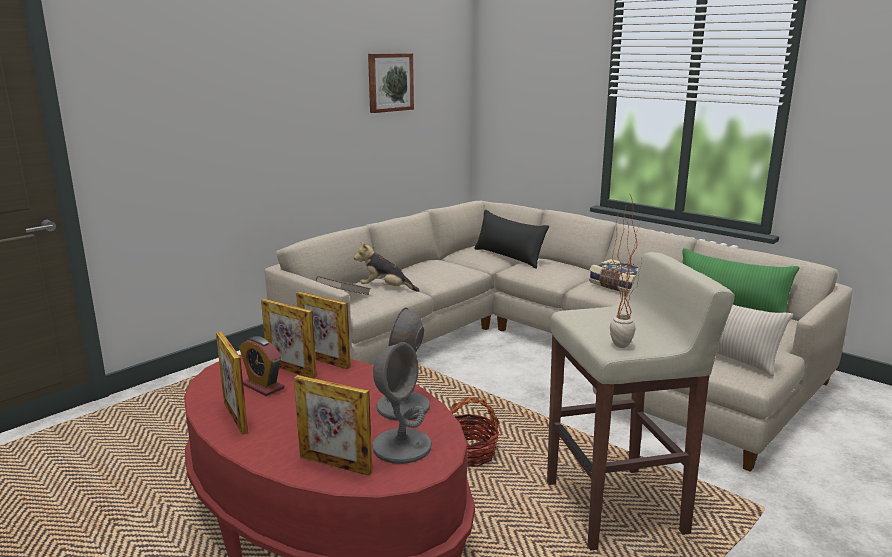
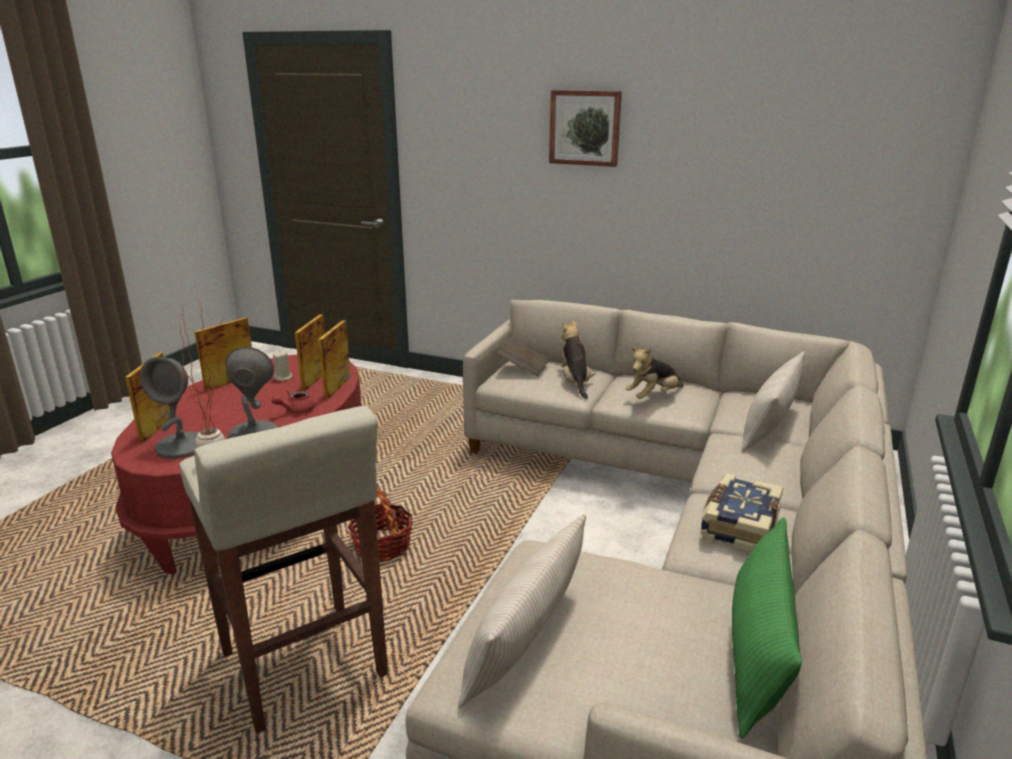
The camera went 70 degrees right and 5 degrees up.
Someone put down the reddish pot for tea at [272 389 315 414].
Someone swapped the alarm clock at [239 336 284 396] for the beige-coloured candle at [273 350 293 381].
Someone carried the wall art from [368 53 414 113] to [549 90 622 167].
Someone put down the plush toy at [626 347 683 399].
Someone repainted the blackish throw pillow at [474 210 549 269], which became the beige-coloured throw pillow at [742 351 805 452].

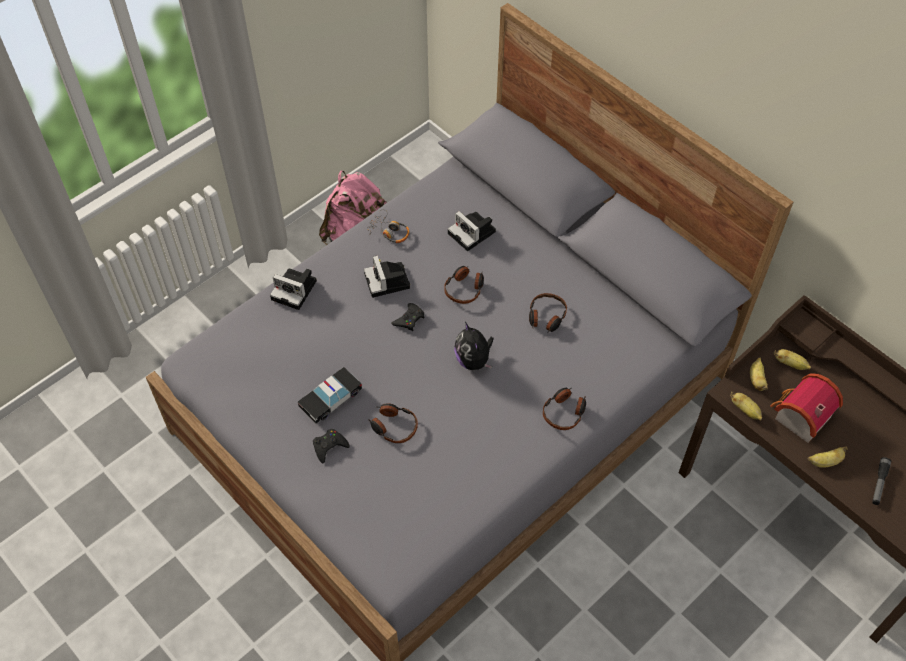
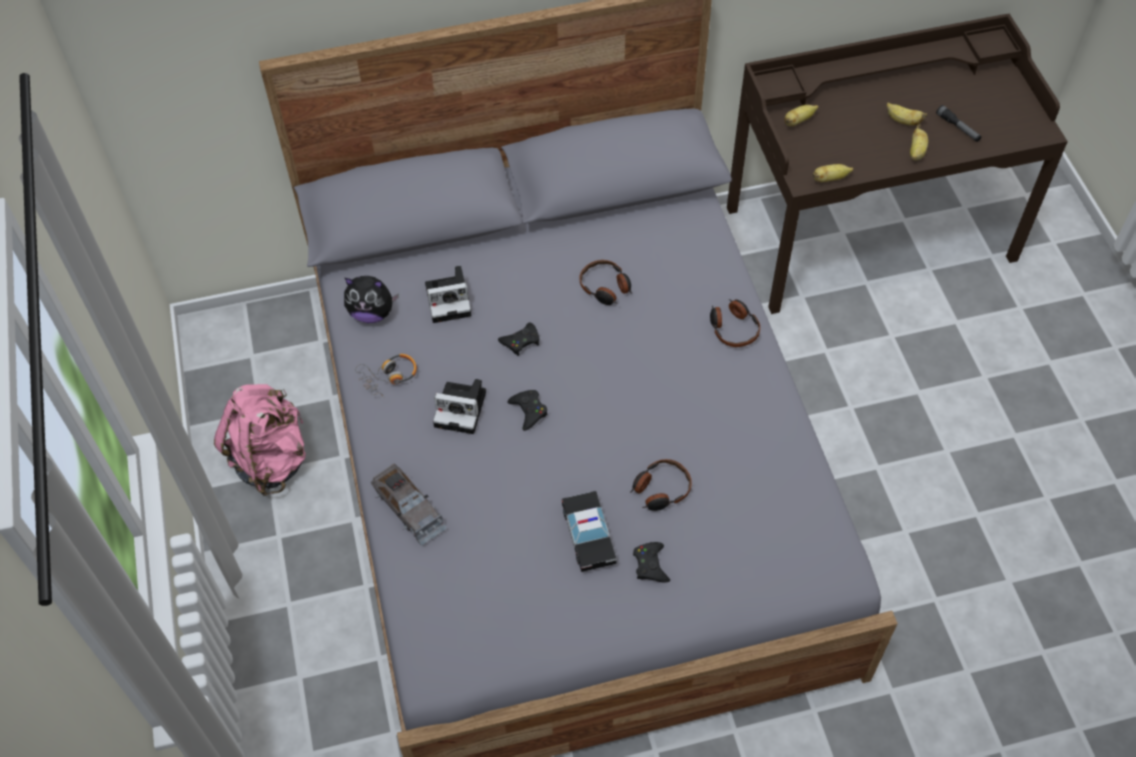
The camera went 60 degrees left and 0 degrees up.
Someone carried the plush toy from [454 322 493 370] to [344 276 399 323].
Someone swapped the still camera at [270 268 317 310] for the gray miniature car at [371 463 447 546].
Someone swapped the pair of headphones at [445 266 484 304] for the blackish game controller at [498 322 539 356].
Someone carried the banana from [750 358 768 391] to [887 103 927 125].
Someone took away the toy house at [770 373 843 443].

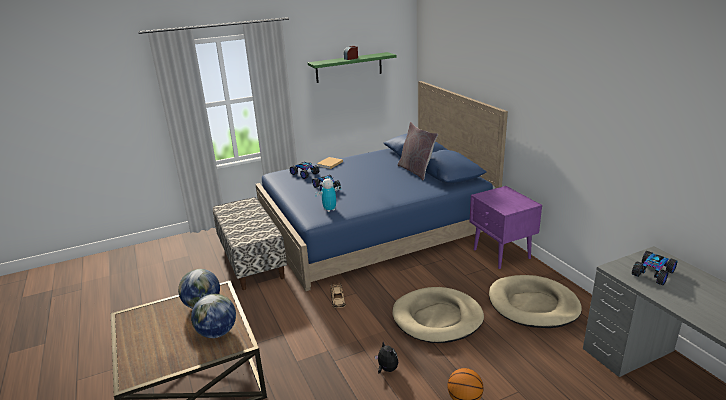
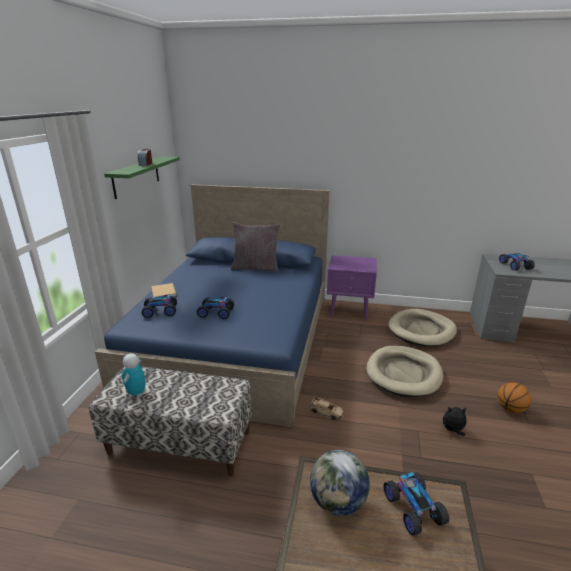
The camera went 55 degrees left and 0 degrees up.
Someone carried the toy robot from [315 178 341 212] to [122 353 145 397].
Someone swapped the world globe at [191 294 236 338] for the miniature car at [383 472 449 536].

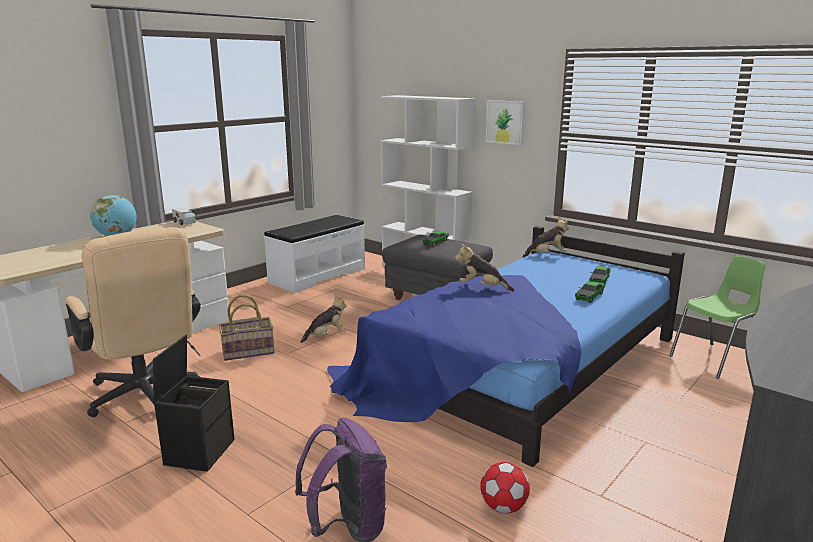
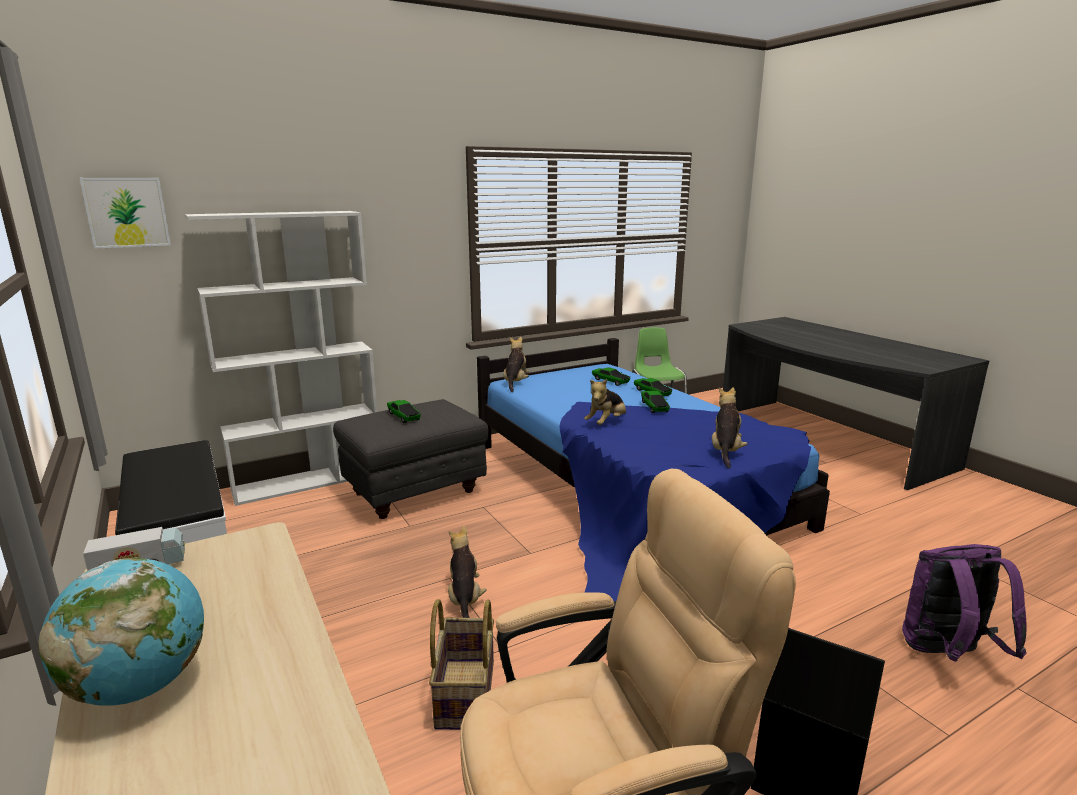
The camera went 70 degrees left and 0 degrees up.
Someone carried the wall art from [486 100 525 145] to [79 178 171 249].
Someone put down the miniature car at [641 391 670 413].
Someone put down the plush toy at [712 387 748 468].
Someone took away the football at [480 462 530 513].

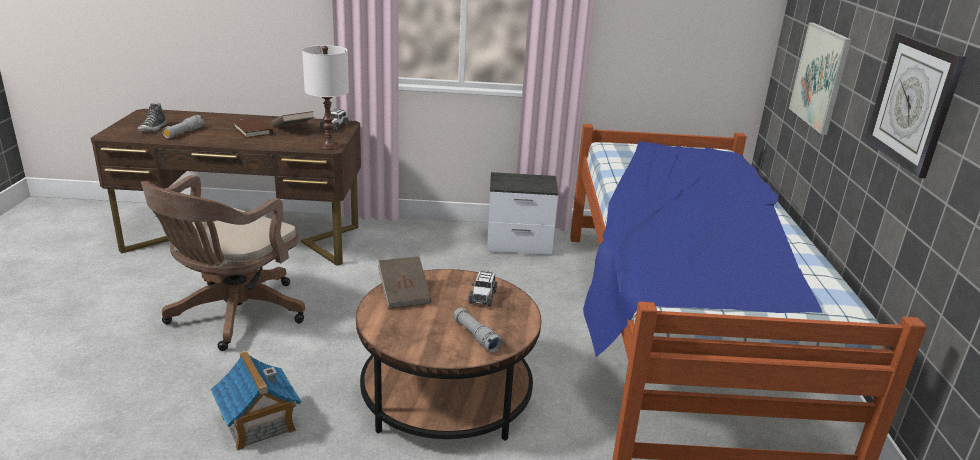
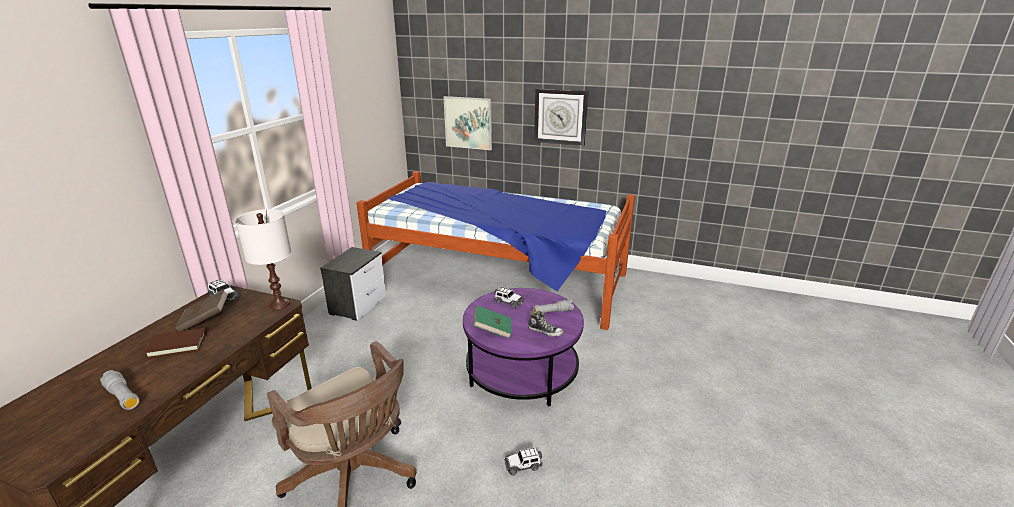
The camera went 70 degrees left and 0 degrees up.
Someone repainted the brownish lounge table at [356 269 541 441], which became the purple lounge table at [463 288 584 407].
Someone repainted the brownish volume at [378 256 431 309], which became the green-coloured volume at [473 305 512 338].
Someone swapped the toy house at [211 350 301 451] for the miniature car at [504 447 542 475].
Someone carried the low shoe from [138 103 167 132] to [528 311 564 337].

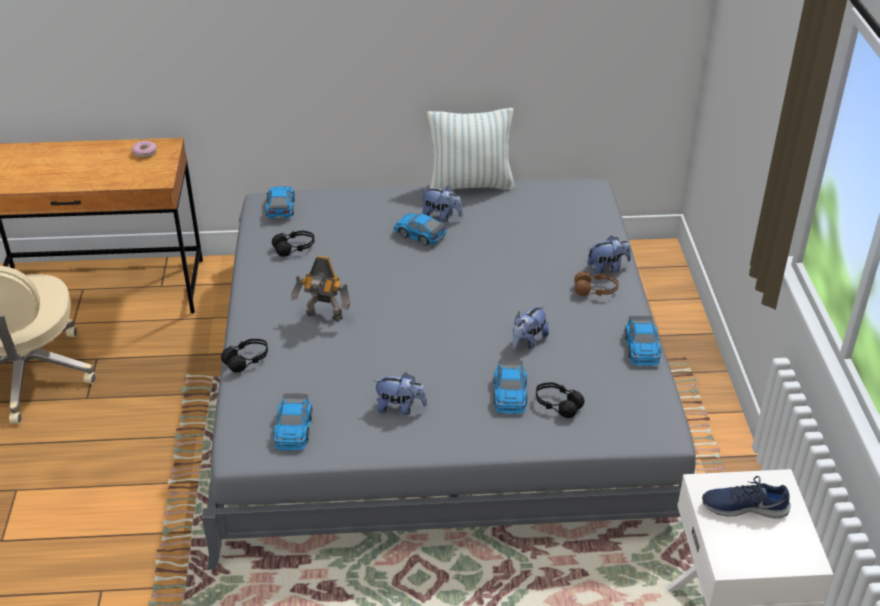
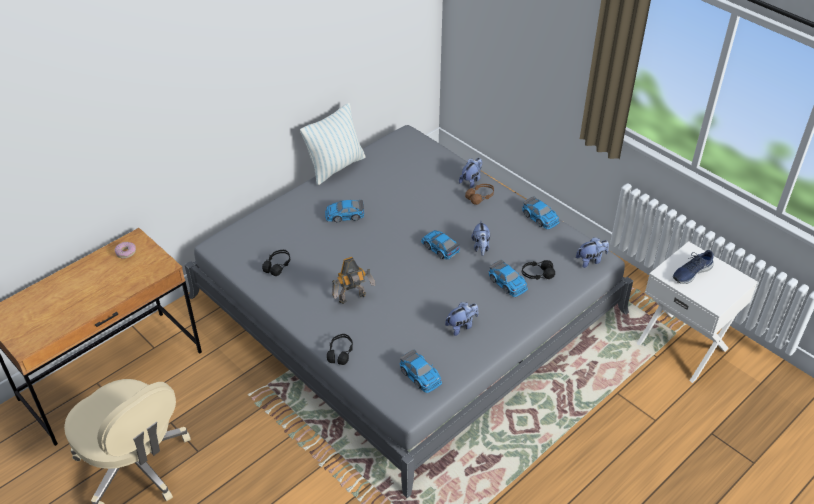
The camera went 40 degrees left and 5 degrees up.
Someone carried the miniature car from [266 186 295 219] to [421 230 460 260].
Someone carried the plush toy from [421 186 463 222] to [576 237 609 268].

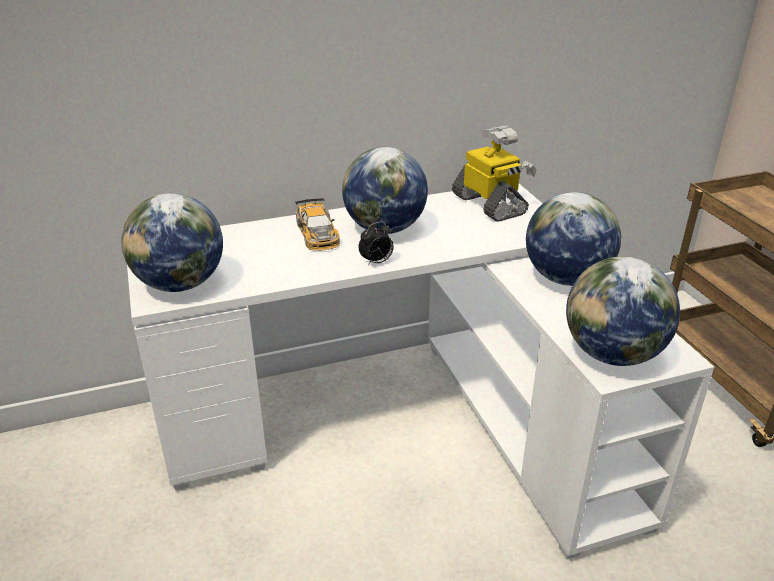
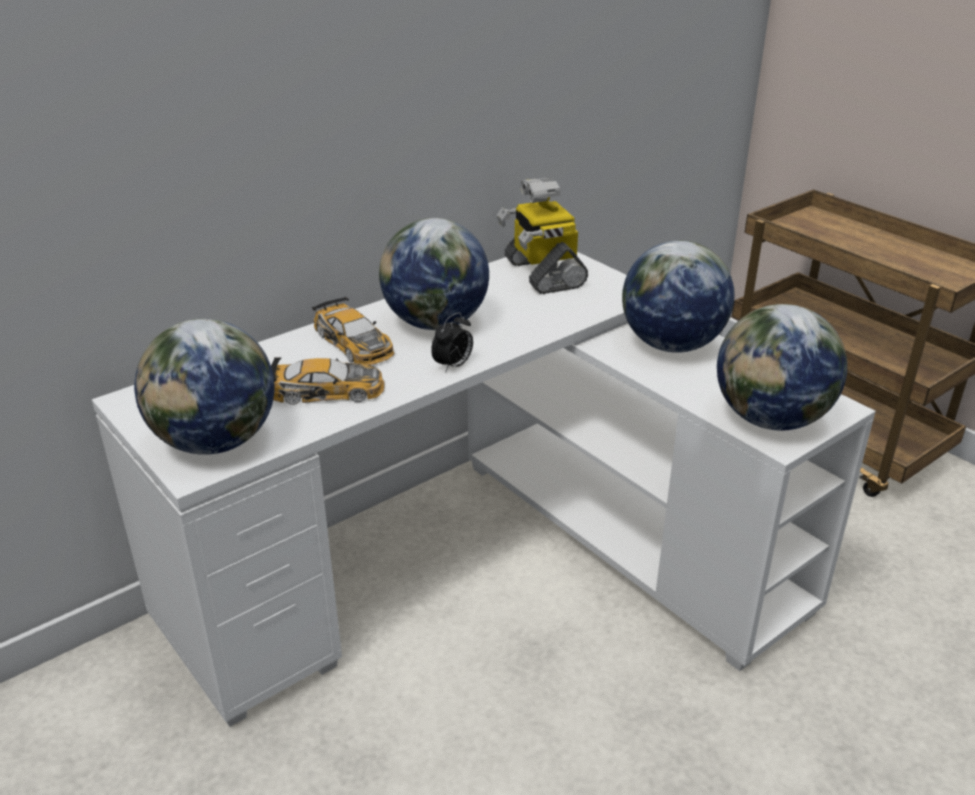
The camera went 20 degrees left and 0 degrees up.
Someone put down the miniature car at [271 357 385 405].
Someone rotated the toy robot at [452 126 537 222] by 150 degrees counterclockwise.

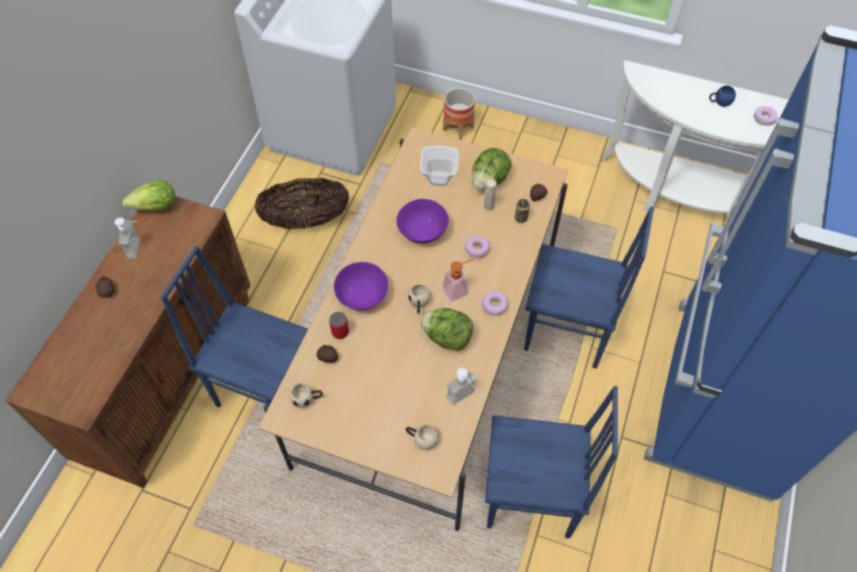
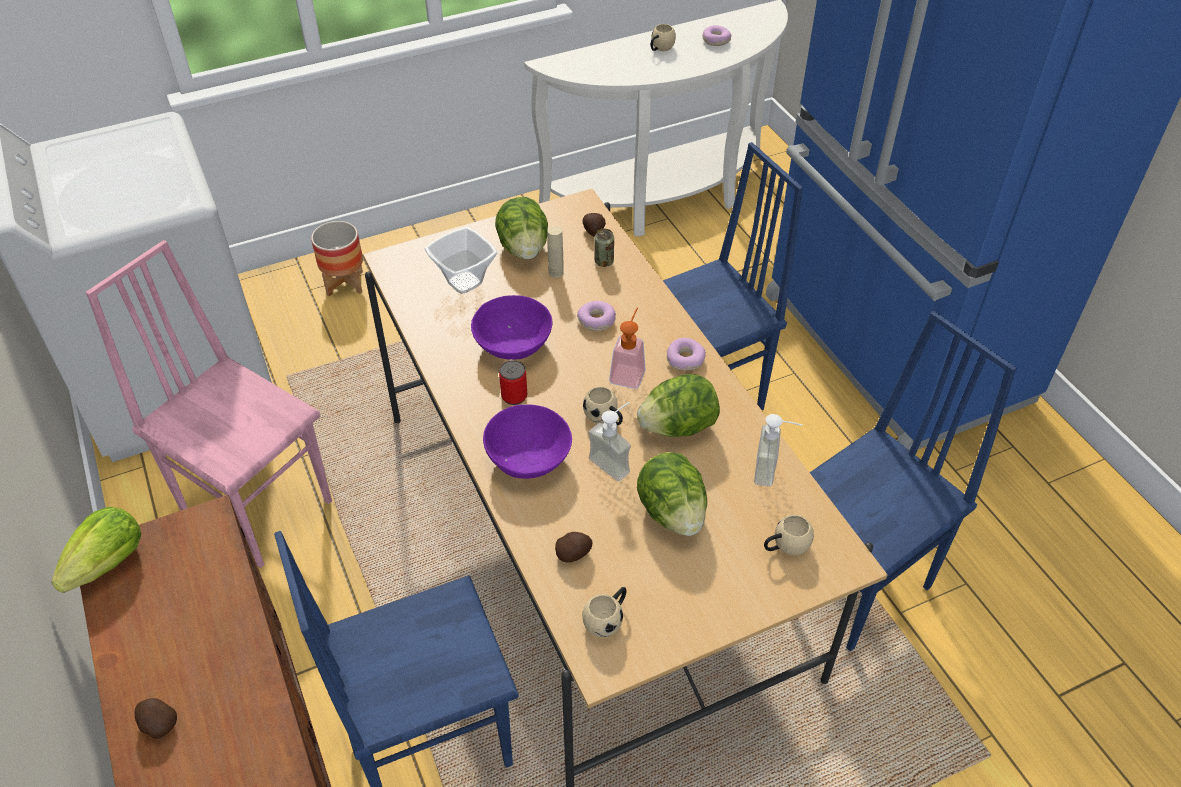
The camera went 45 degrees left and 10 degrees down.
Someone swapped the household basket at [255 178 349 229] for the pink plain chair at [86 240 332 568].
Someone carried the metal can from [329 312 349 339] to [499 360 527 405].
Someone carried the soap dispenser from [114 217 141 259] to [589 402 631 481].
Someone put down the lettuce head at [637 452 707 536].
Someone repainted the blue tea mug at [709 86 736 107], which became the beige-coloured tea mug at [651 24 676 51].

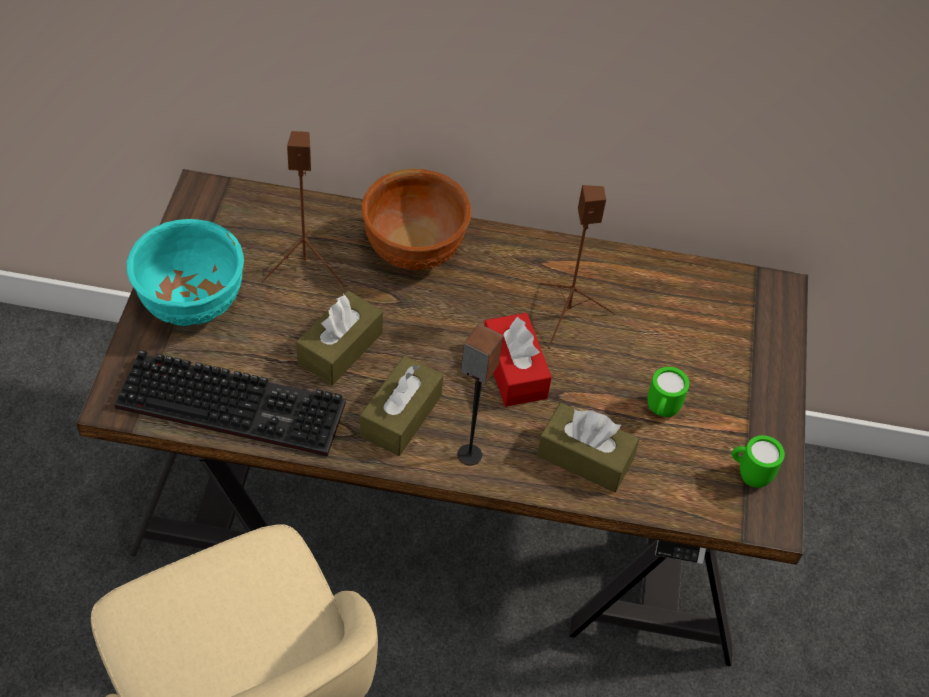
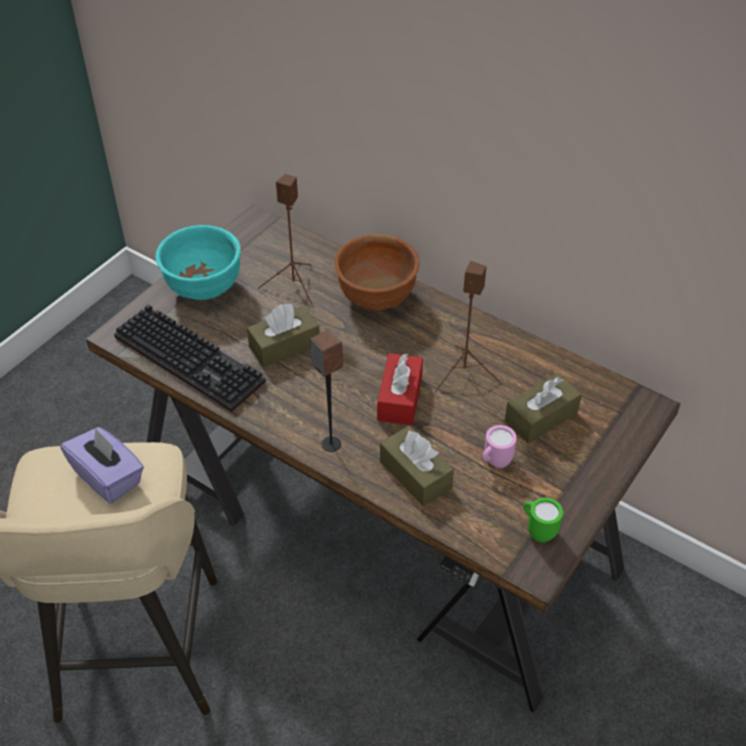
The camera went 30 degrees right and 5 degrees down.
Someone put down the purple tissue holder at [60 427 144 503].
Someone repainted the green-coloured tea mug at [648 367 689 417], which became the pink tea mug at [482 425 517 468].
Someone carried the brownish tissue holder from [360 356 443 456] to [505 373 582 443].

